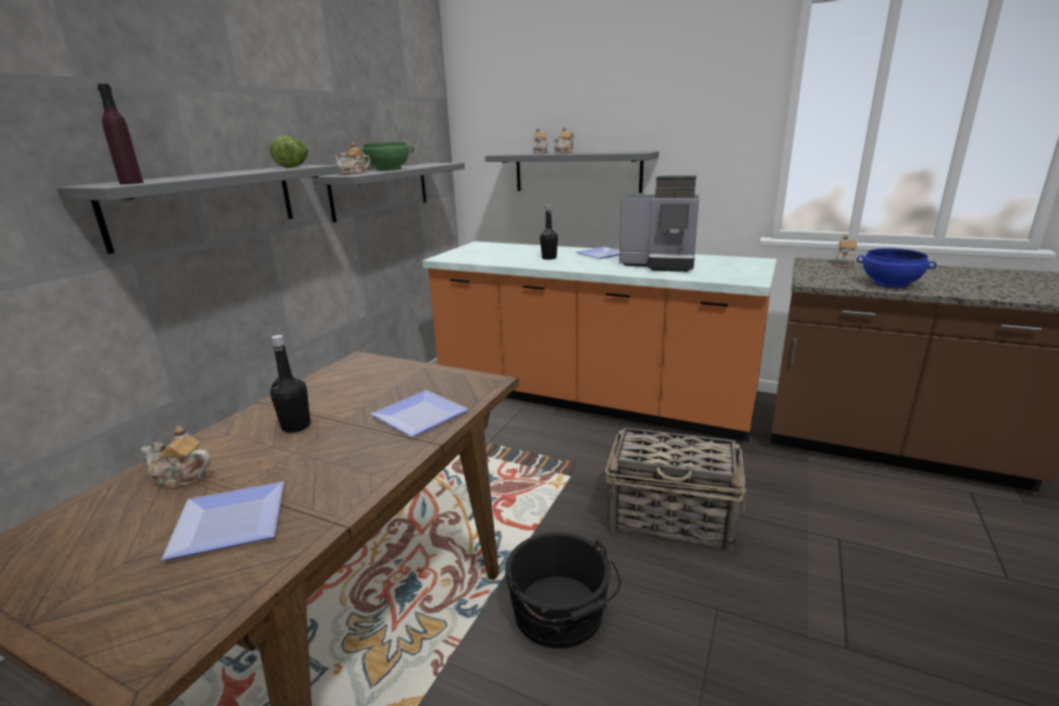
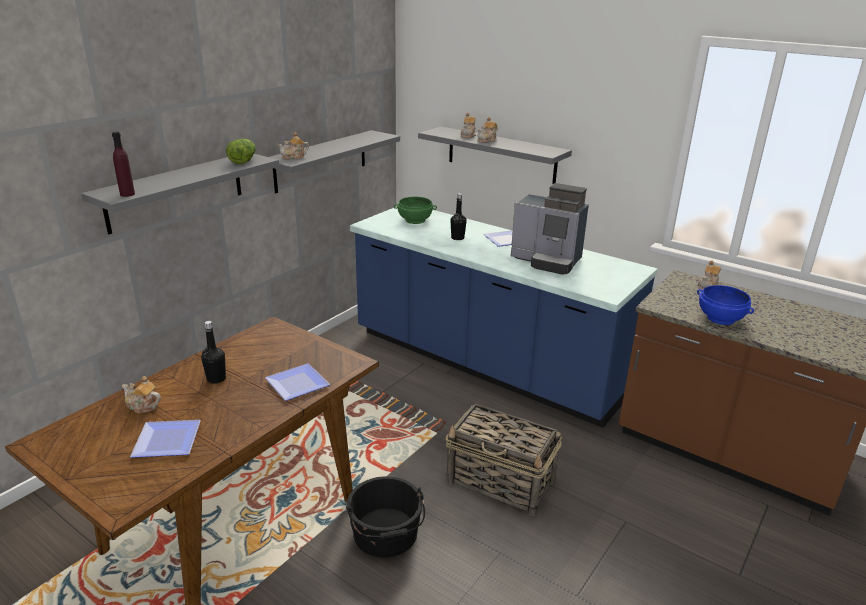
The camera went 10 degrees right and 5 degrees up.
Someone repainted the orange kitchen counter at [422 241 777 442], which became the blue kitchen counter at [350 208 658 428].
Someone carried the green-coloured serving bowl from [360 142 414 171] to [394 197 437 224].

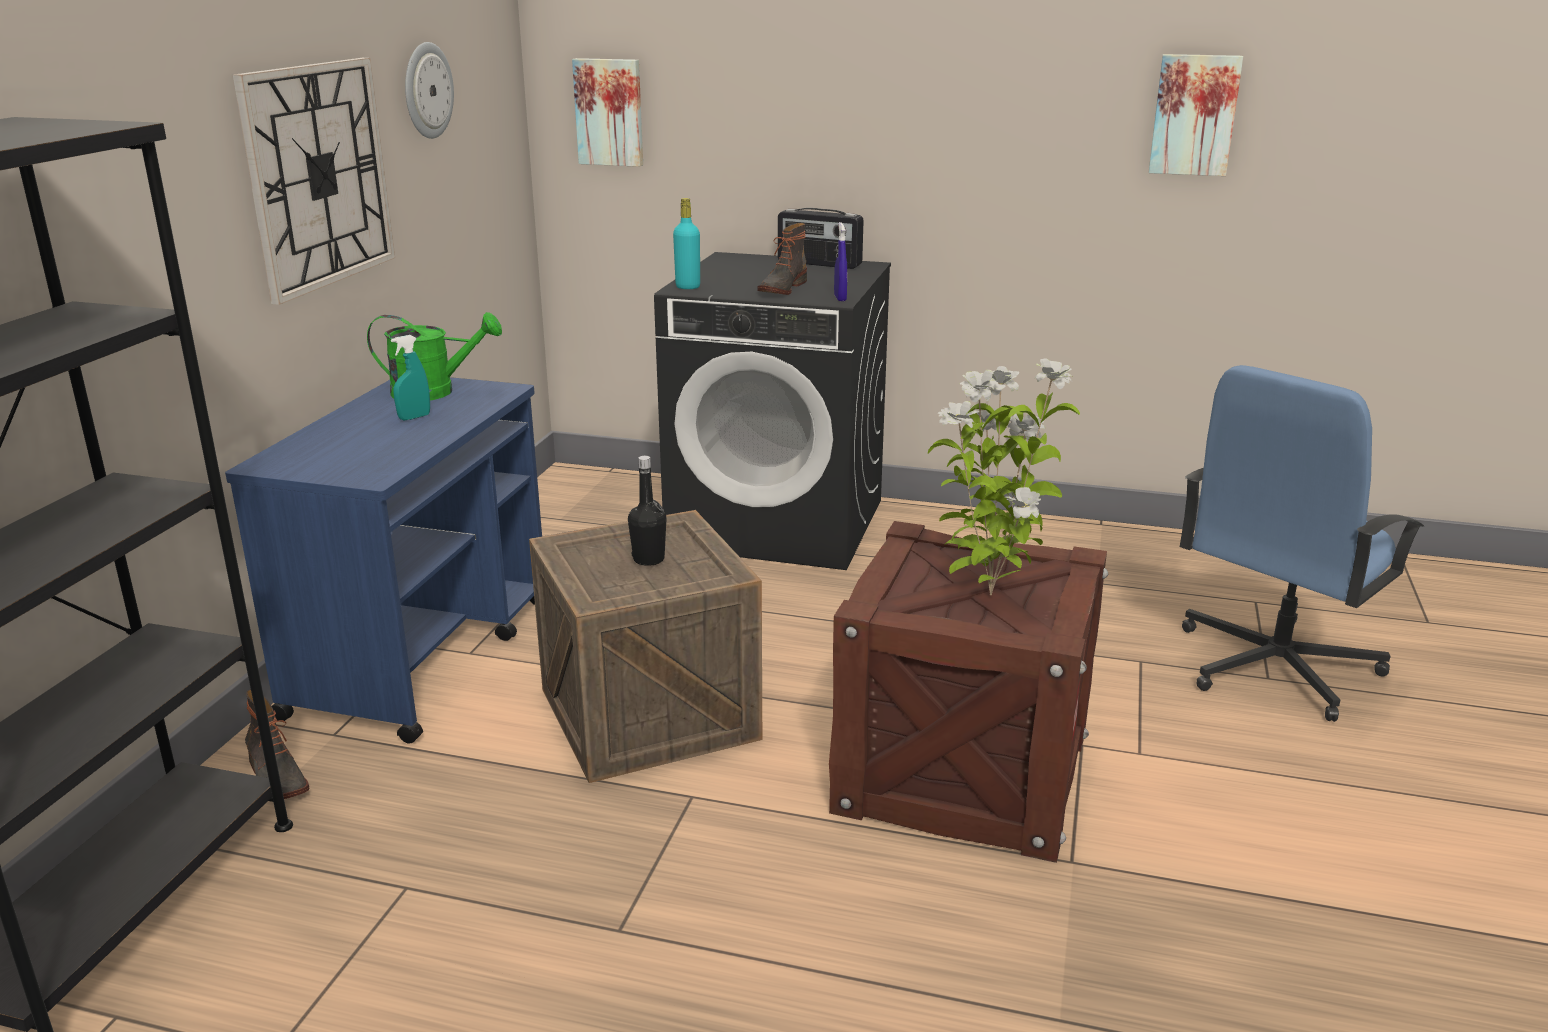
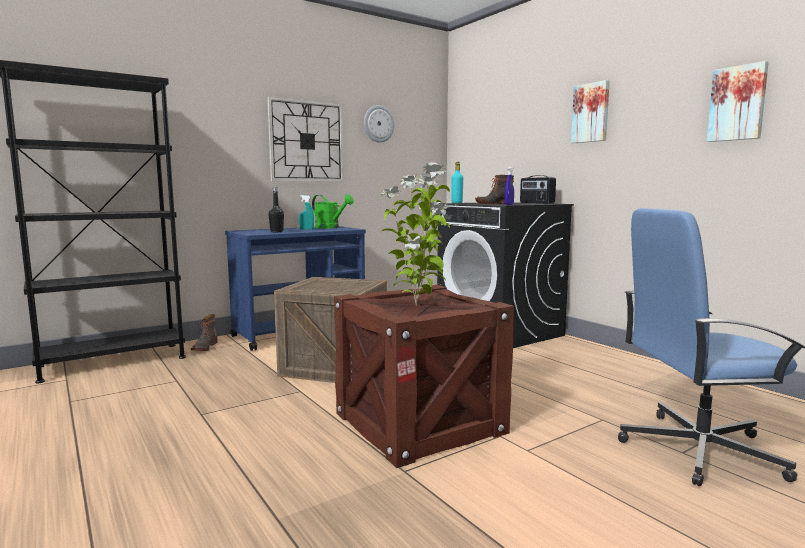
The camera went 40 degrees right and 15 degrees down.
Someone carried the blackish beverage bottle from [628 456 667 566] to [268 187 284 232].
Someone carried the wall art from [572 58 643 167] to [571 80 610 143].

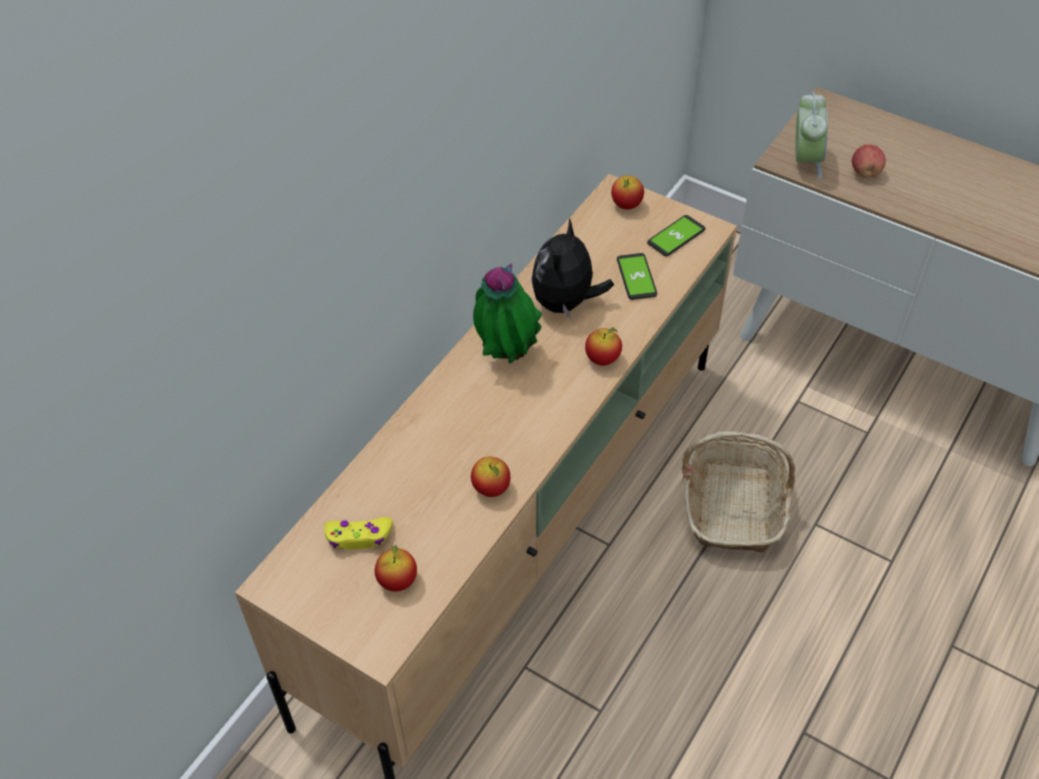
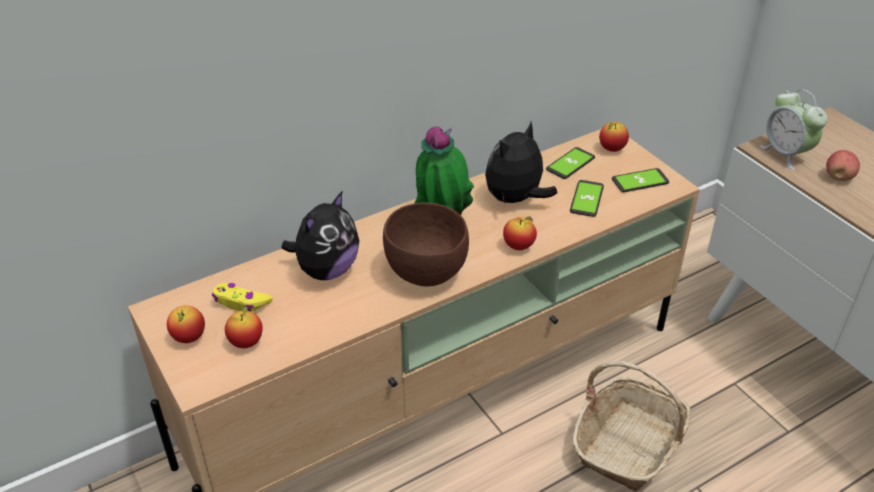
The camera went 25 degrees right and 10 degrees down.
Someone carried the apple fruit from [471 457 510 497] to [167 305 205 343].
Someone put down the plush toy at [282 191 359 280].
Someone put down the brownish serving bowl at [383 202 469 287].
Someone put down the phone at [546 147 595 179].
Someone rotated the alarm clock at [795 92 828 179] by 120 degrees clockwise.

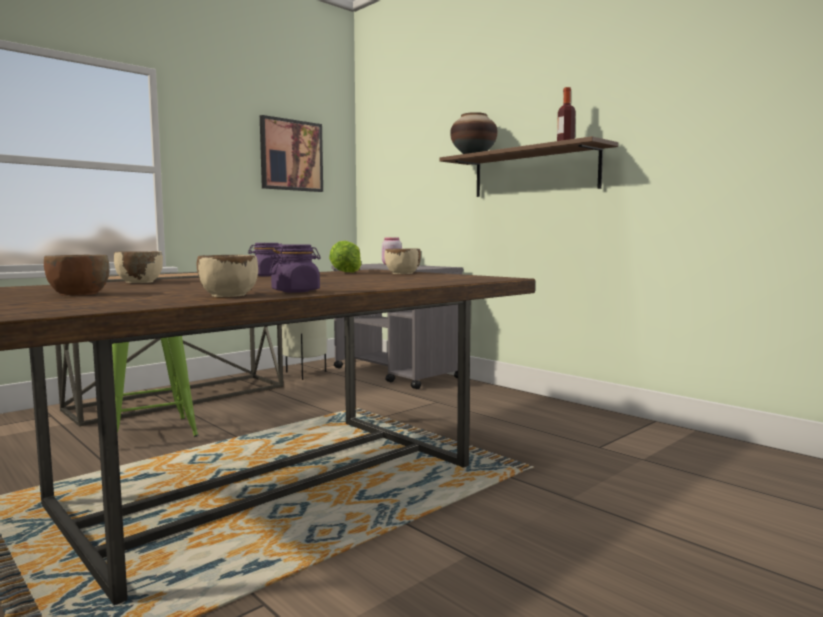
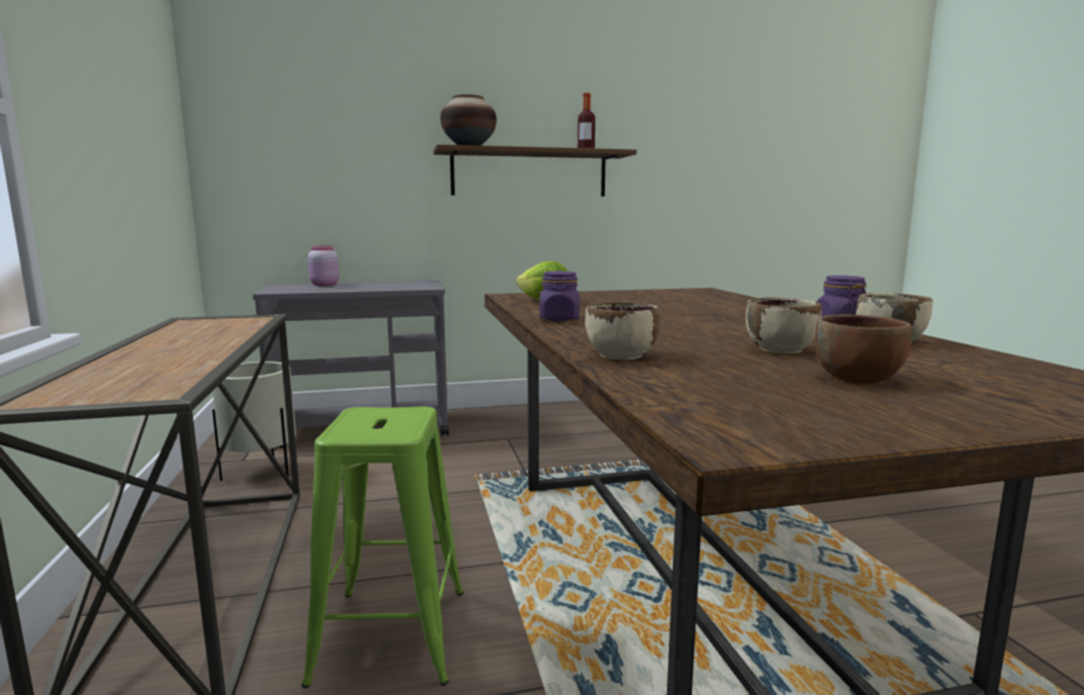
The camera went 60 degrees left and 5 degrees up.
Someone carried the beige-coloured serving bowl from [385 248 421 274] to [746 297 821 353].
Someone took away the wall art at [260 115 323 192].

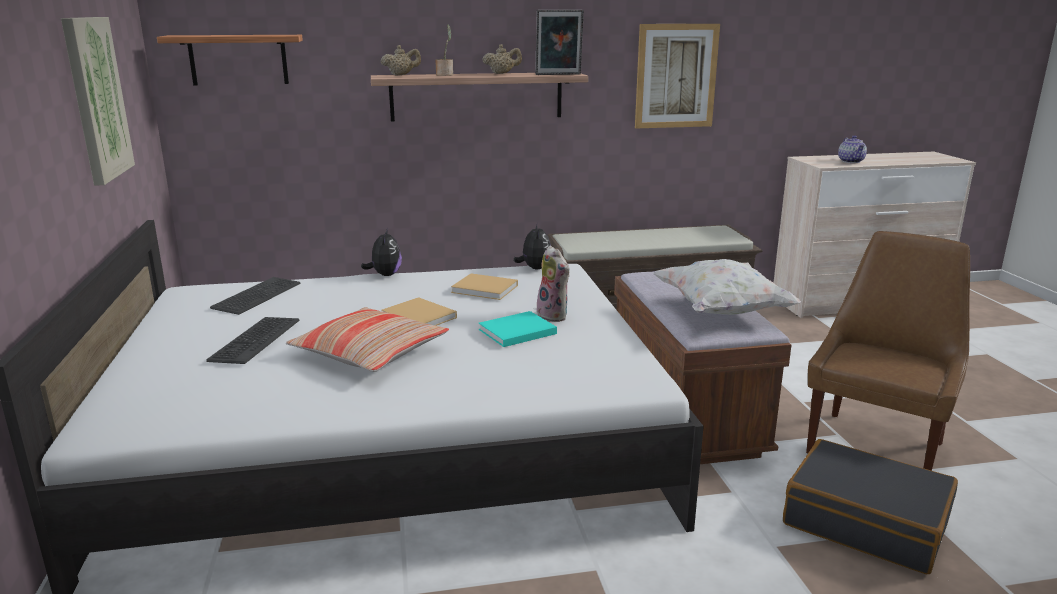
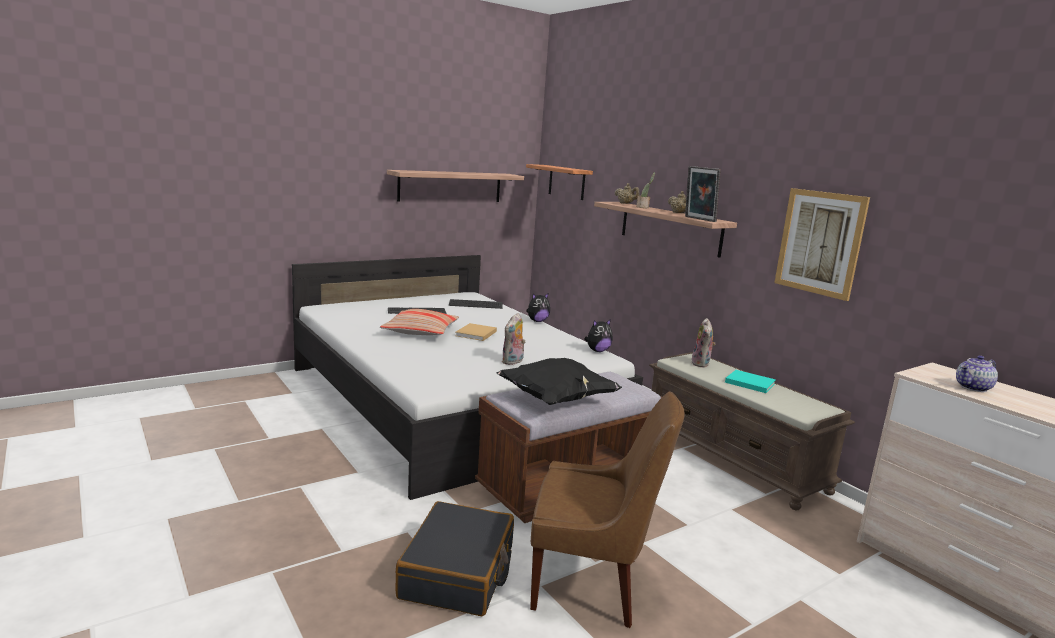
The camera went 65 degrees right and 5 degrees down.
Someone swapped the wall art at [61 17 135 186] for the shelf at [387 170 524 202].
Someone repainted the white throw pillow at [652 259 802 315], which became the blackish throw pillow at [496 358 622 405].
Someone put down the plush toy at [692 318 716 368].
Someone carried the turquoise-coloured volume from [479 311 557 347] to [725 370 776 393].
Someone took away the beige-coloured volume at [451 273 518 300].

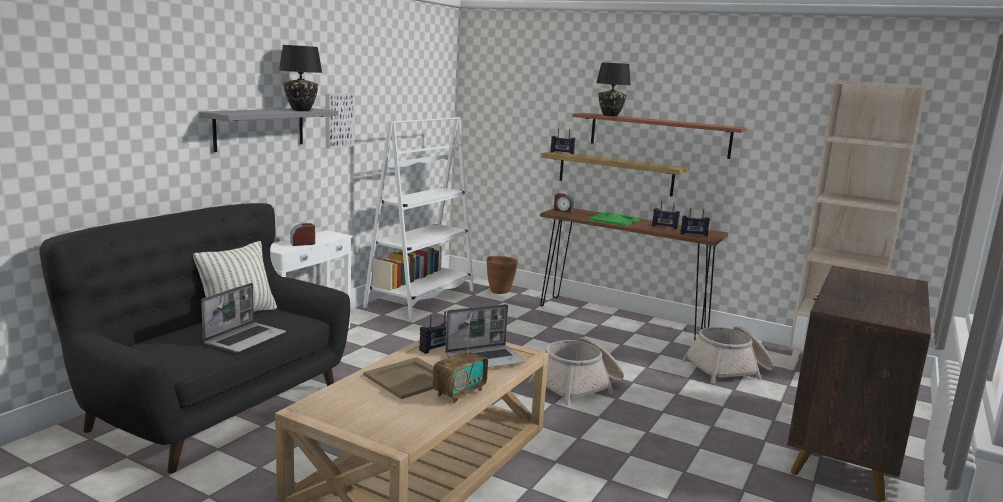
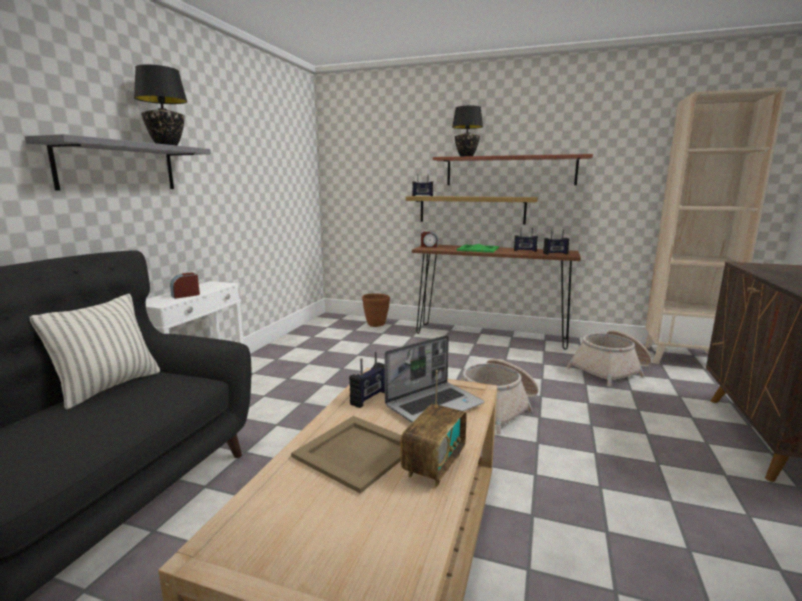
The camera went 10 degrees left and 0 degrees up.
Someone took away the notebook computer at [201 283 286 353].
Someone took away the wall art at [325 93 354 149].
Someone took away the white bookcase at [363 117 474 319].

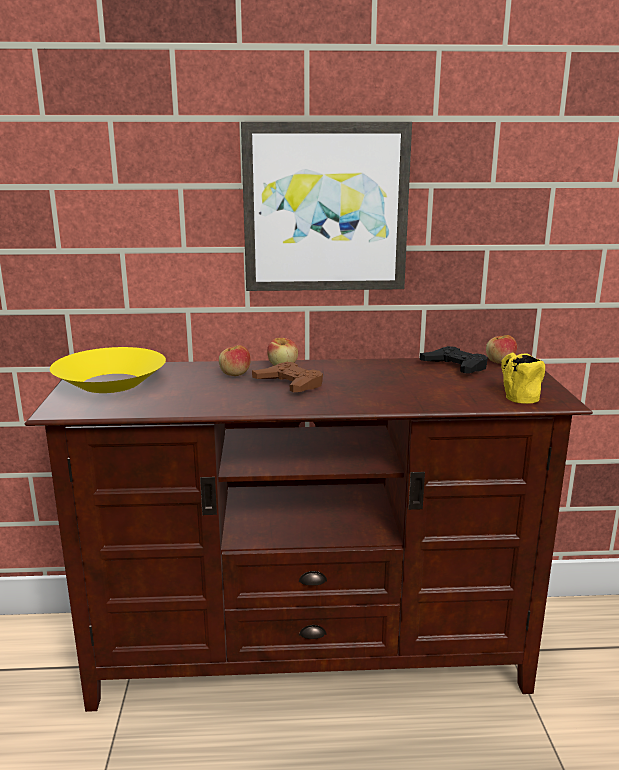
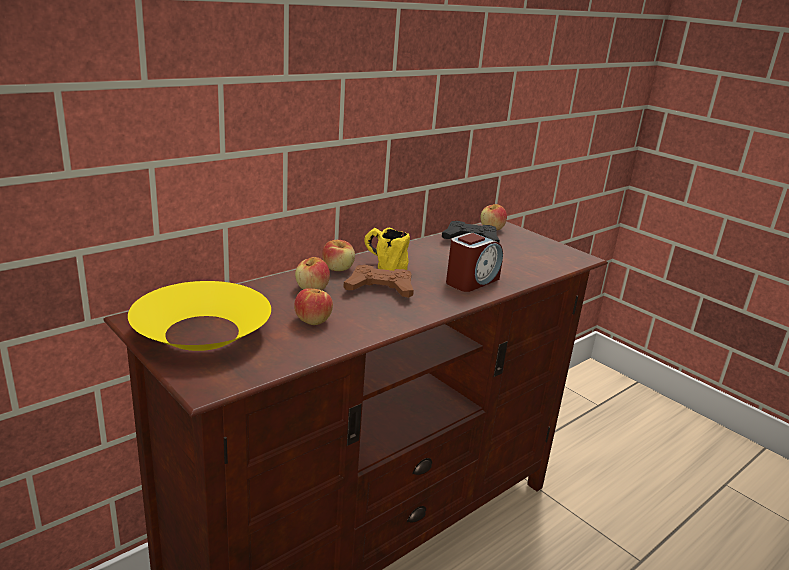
The camera went 40 degrees left and 5 degrees up.
Someone put down the apple fruit at [294 288 333 325].
Someone carried the yellow tea mug from [501 352 545 404] to [364 228 410 271].
Someone put down the alarm clock at [446 232 503 292].
Someone took away the wall art at [241 122 412 291].

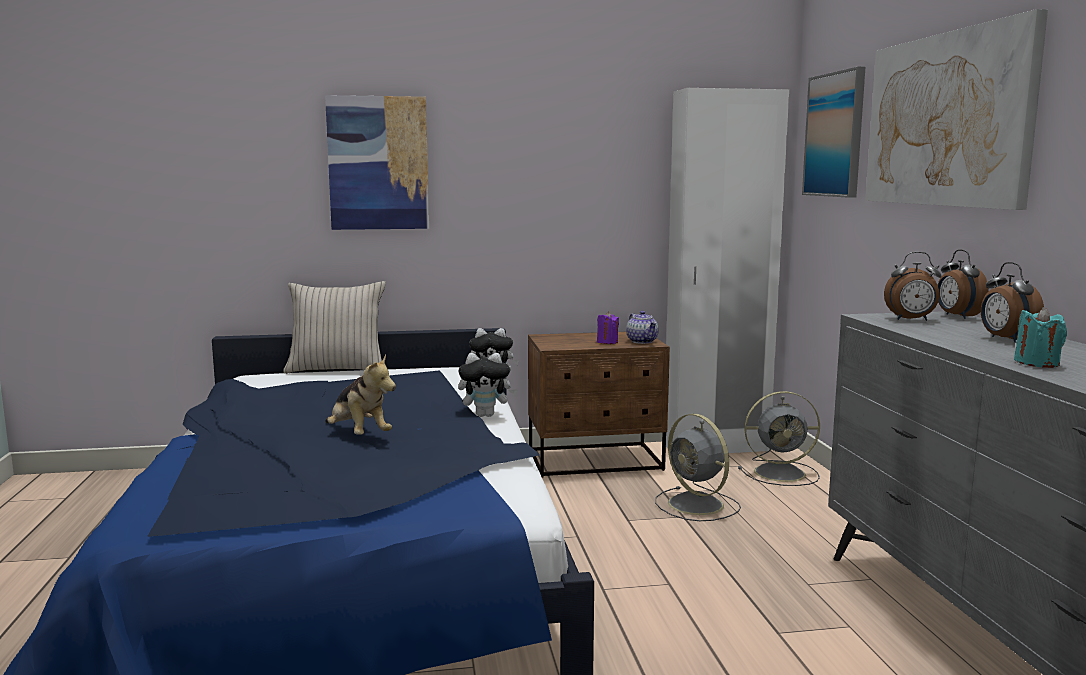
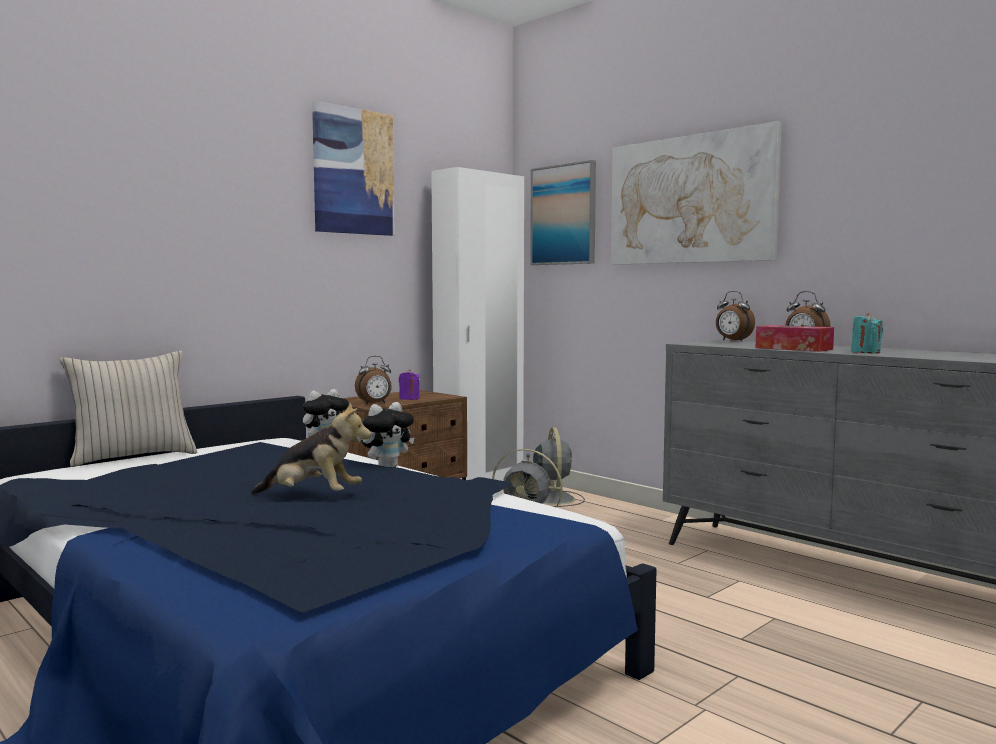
The camera went 35 degrees left and 5 degrees down.
Someone carried the wall art from [325 95 429 230] to [312 101 395 236].
Someone carried the alarm clock from [884 252 942 321] to [355 356 392 405].
Someone rotated the gray fan at [738 391 820 486] by 60 degrees counterclockwise.
Someone put down the tissue holder at [756 325 834 352].
Someone took away the pot for tea at [626 311 659 344].

